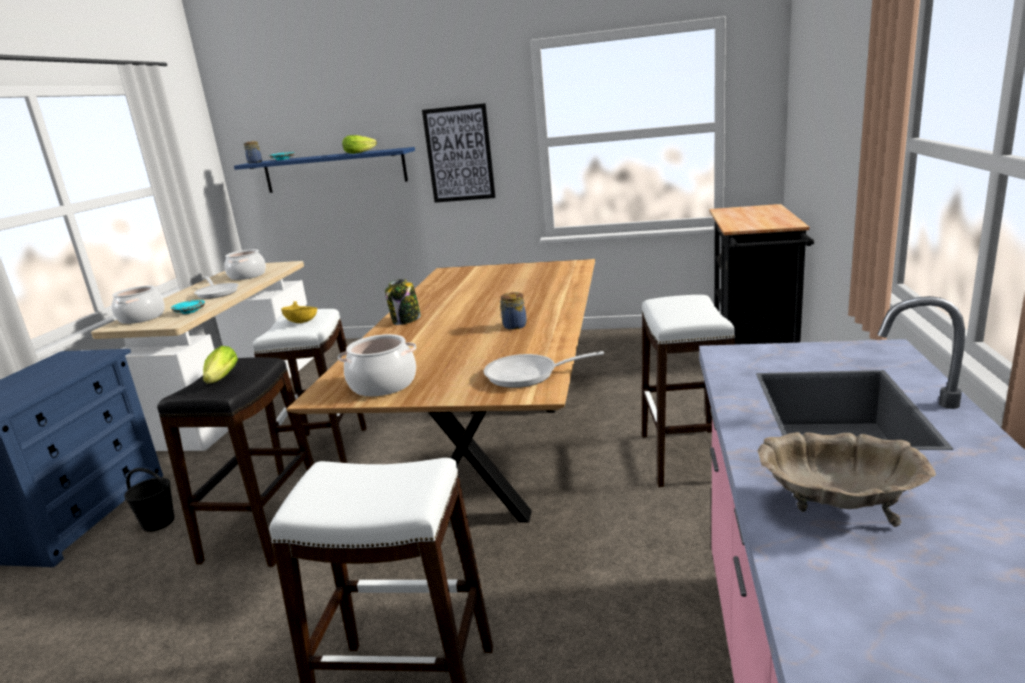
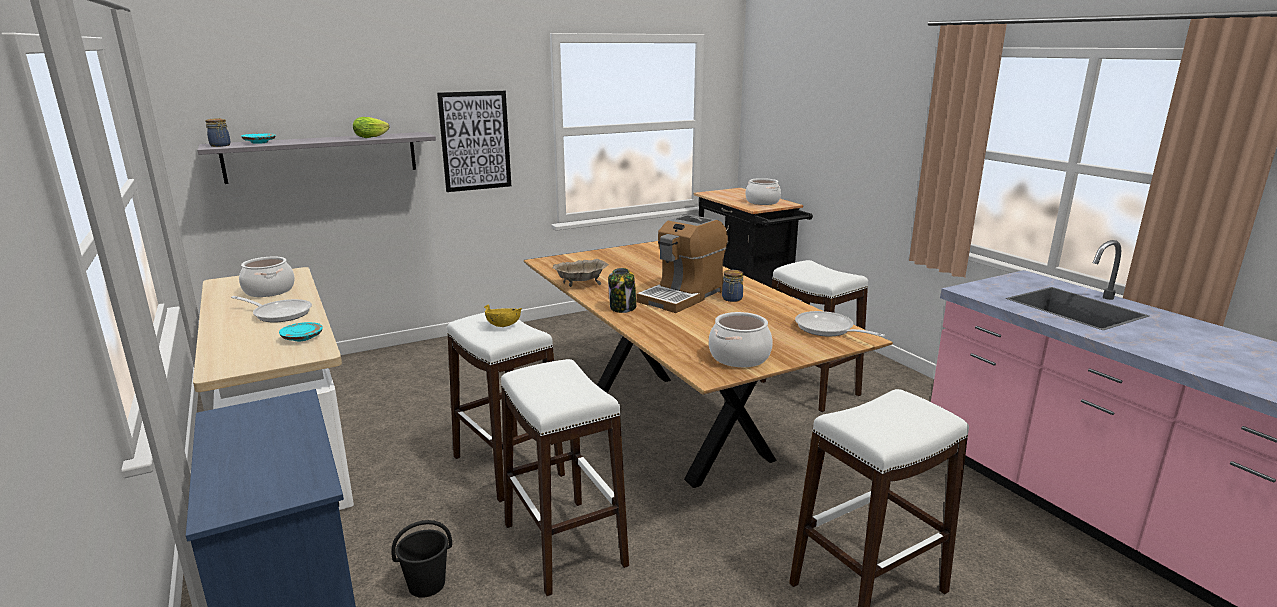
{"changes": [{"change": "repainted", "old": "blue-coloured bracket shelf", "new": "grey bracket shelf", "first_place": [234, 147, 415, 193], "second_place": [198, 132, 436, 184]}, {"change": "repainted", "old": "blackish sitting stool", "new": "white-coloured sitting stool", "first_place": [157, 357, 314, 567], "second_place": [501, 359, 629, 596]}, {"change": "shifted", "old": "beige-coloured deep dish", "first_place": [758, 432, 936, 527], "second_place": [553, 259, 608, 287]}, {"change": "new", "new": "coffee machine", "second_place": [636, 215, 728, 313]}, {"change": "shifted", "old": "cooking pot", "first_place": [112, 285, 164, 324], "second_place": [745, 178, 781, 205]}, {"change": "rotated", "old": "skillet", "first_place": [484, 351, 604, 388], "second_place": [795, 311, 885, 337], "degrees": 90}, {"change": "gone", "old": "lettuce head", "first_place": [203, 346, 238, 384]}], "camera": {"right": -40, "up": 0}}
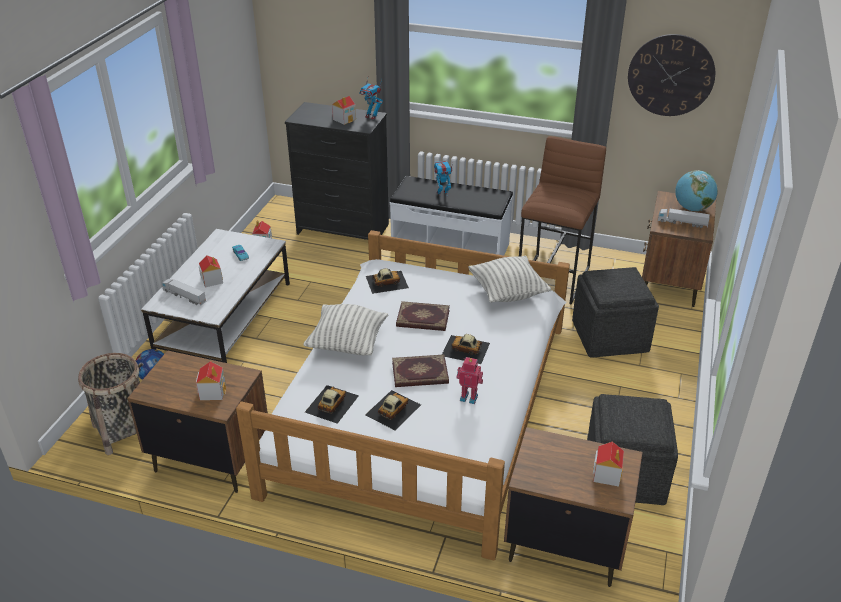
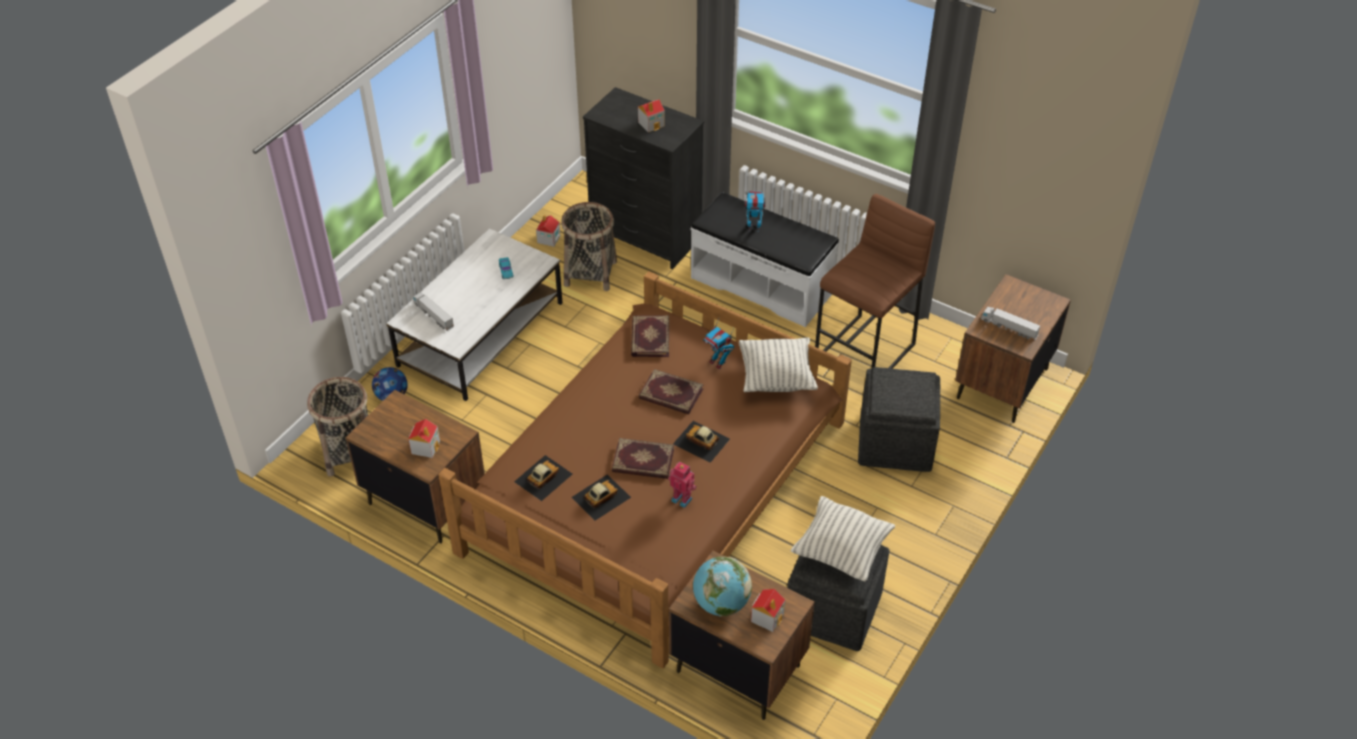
{"changes": [{"change": "repainted", "old": "white-coloured bedroom bed", "new": "brown bedroom bed", "first_place": [236, 230, 570, 561], "second_place": [438, 271, 852, 668]}, {"change": "new", "new": "storage basket", "second_place": [561, 202, 617, 291]}, {"change": "swapped", "old": "model car", "new": "bound book", "first_place": [366, 268, 409, 294], "second_place": [631, 315, 669, 357]}, {"change": "shifted", "old": "globe", "first_place": [675, 170, 718, 211], "second_place": [693, 556, 752, 617]}, {"change": "shifted", "old": "robot figure", "first_place": [359, 79, 383, 120], "second_place": [703, 318, 734, 369]}, {"change": "shifted", "old": "pillow", "first_place": [303, 304, 388, 355], "second_place": [791, 496, 895, 582]}, {"change": "gone", "old": "miniature house", "first_place": [199, 255, 223, 287]}, {"change": "gone", "old": "clock on the wall", "first_place": [628, 34, 715, 116]}], "camera": {"right": 15, "up": 10}}
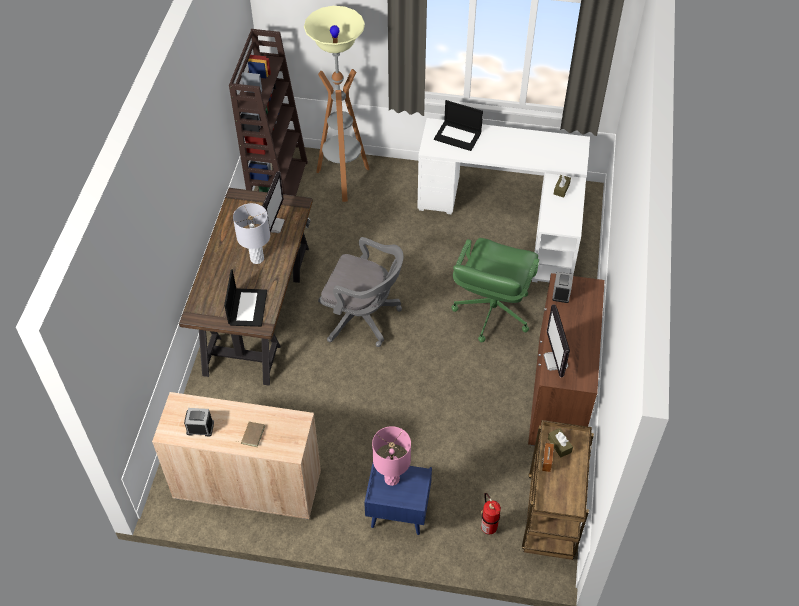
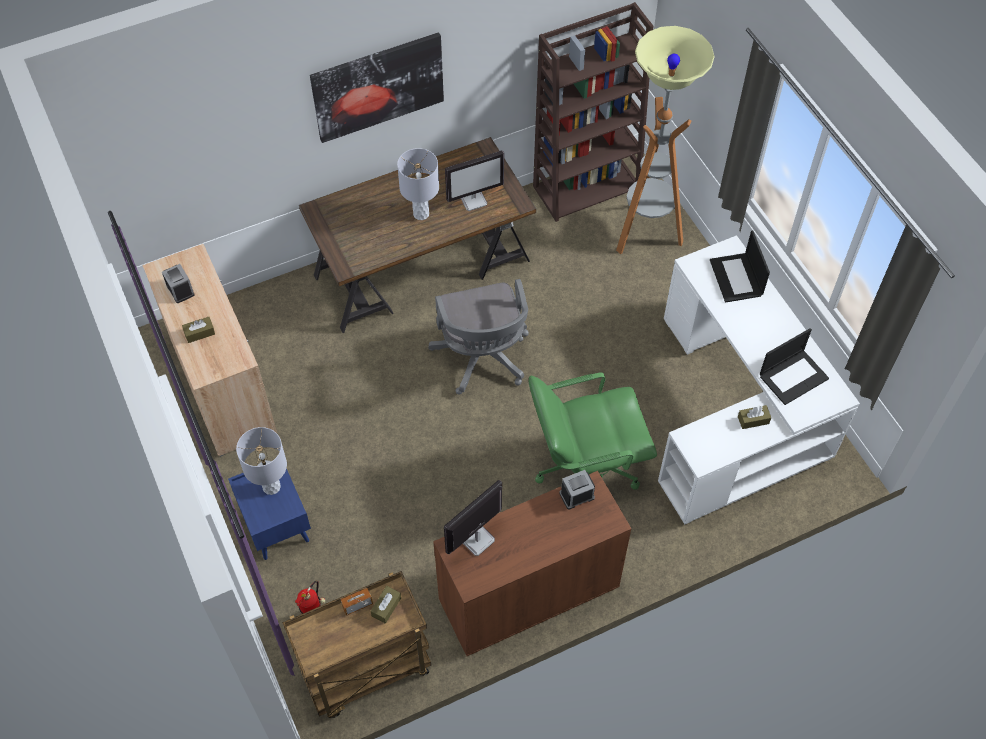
{"changes": [{"change": "swapped", "old": "brown bound book", "new": "brown tissue box", "first_place": [237, 422, 265, 447], "second_place": [182, 317, 215, 343]}, {"change": "repainted", "old": "pinkish lamp for a table", "new": "grey lamp for a table", "first_place": [372, 426, 411, 486], "second_place": [236, 427, 287, 495]}, {"change": "new", "new": "picture", "second_place": [310, 32, 444, 143]}, {"change": "shifted", "old": "laptop", "first_place": [224, 269, 267, 327], "second_place": [760, 328, 829, 405]}], "camera": {"right": 55, "up": 5}}
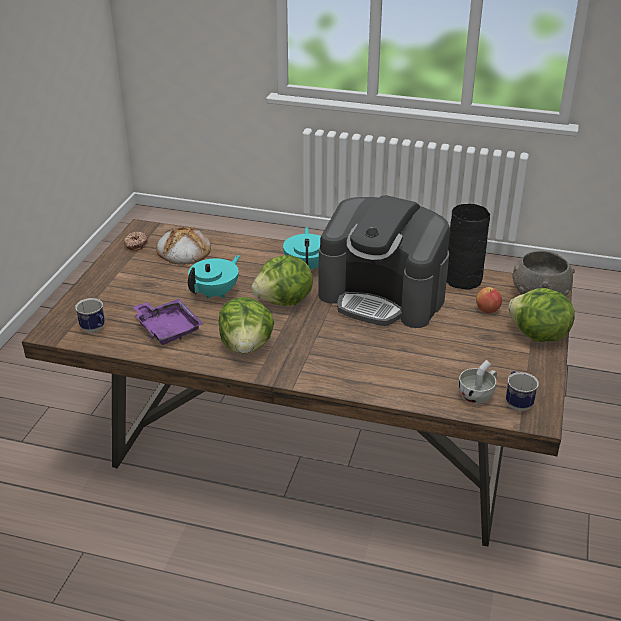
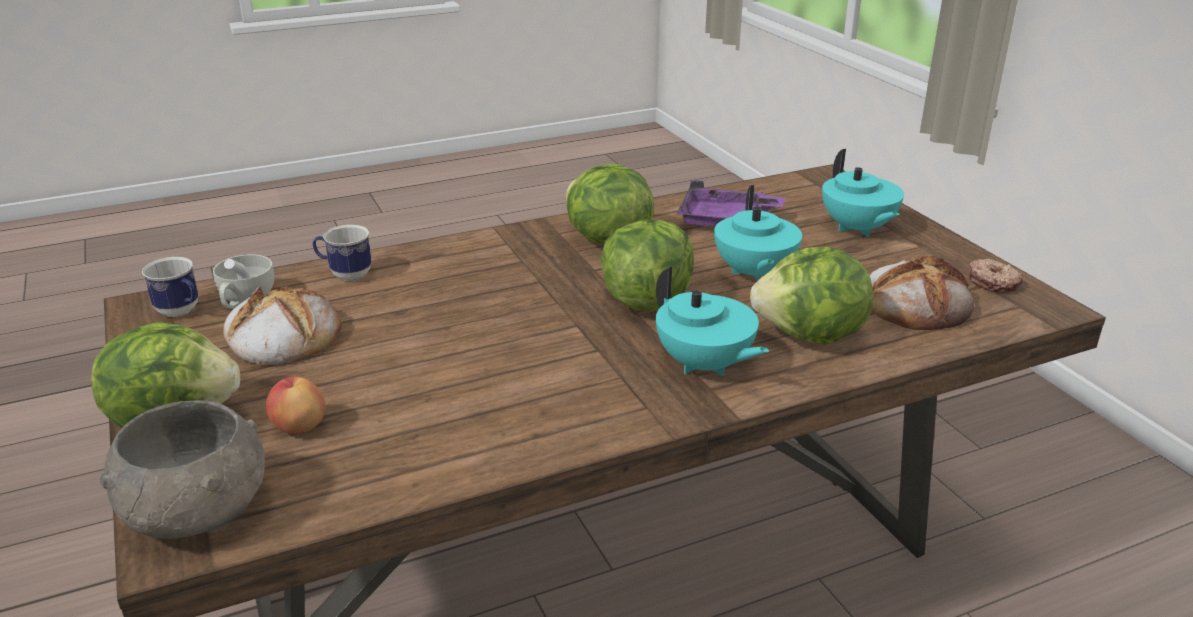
{"changes": [{"change": "new", "new": "bread", "second_place": [223, 286, 341, 365]}, {"change": "shifted", "old": "mug", "first_place": [75, 298, 105, 333], "second_place": [313, 225, 372, 281]}, {"change": "new", "new": "lettuce head", "second_place": [750, 247, 873, 344]}, {"change": "new", "new": "turquoise teapot", "second_place": [822, 149, 904, 237]}, {"change": "gone", "old": "coffee machine", "first_place": [318, 195, 450, 328]}, {"change": "gone", "old": "blackish decorative vase", "first_place": [447, 204, 490, 290]}], "camera": {"right": 140, "up": -5}}
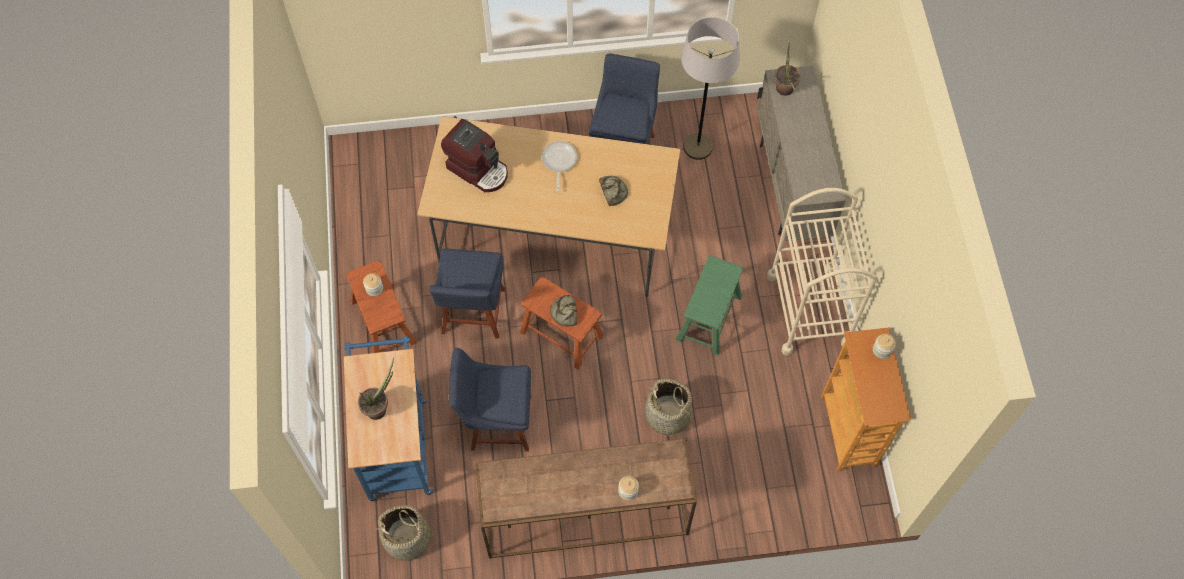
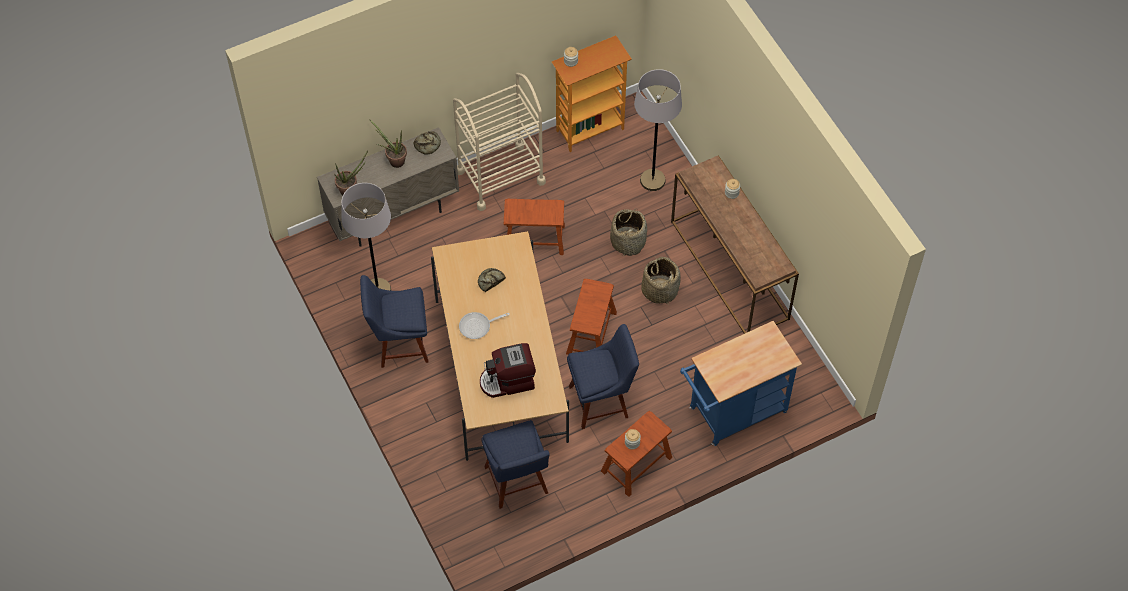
{"changes": [{"change": "shifted", "old": "plant in a pot", "first_place": [358, 358, 394, 420], "second_place": [369, 119, 407, 168]}, {"change": "shifted", "old": "bread", "first_place": [550, 295, 577, 326], "second_place": [413, 131, 441, 155]}, {"change": "rotated", "old": "coffee machine", "first_place": [441, 119, 508, 192], "second_place": [480, 343, 536, 398], "degrees": -120}, {"change": "shifted", "old": "blue-coloured upright chair", "first_place": [449, 348, 531, 452], "second_place": [481, 420, 550, 509]}, {"change": "repainted", "old": "green sitting stool", "new": "brown sitting stool", "first_place": [676, 256, 743, 355], "second_place": [504, 199, 565, 255]}, {"change": "new", "new": "grey floor lamp", "second_place": [634, 69, 682, 191]}, {"change": "shifted", "old": "storage basket", "first_place": [375, 505, 440, 561], "second_place": [641, 257, 681, 305]}], "camera": {"right": -110, "up": -5}}
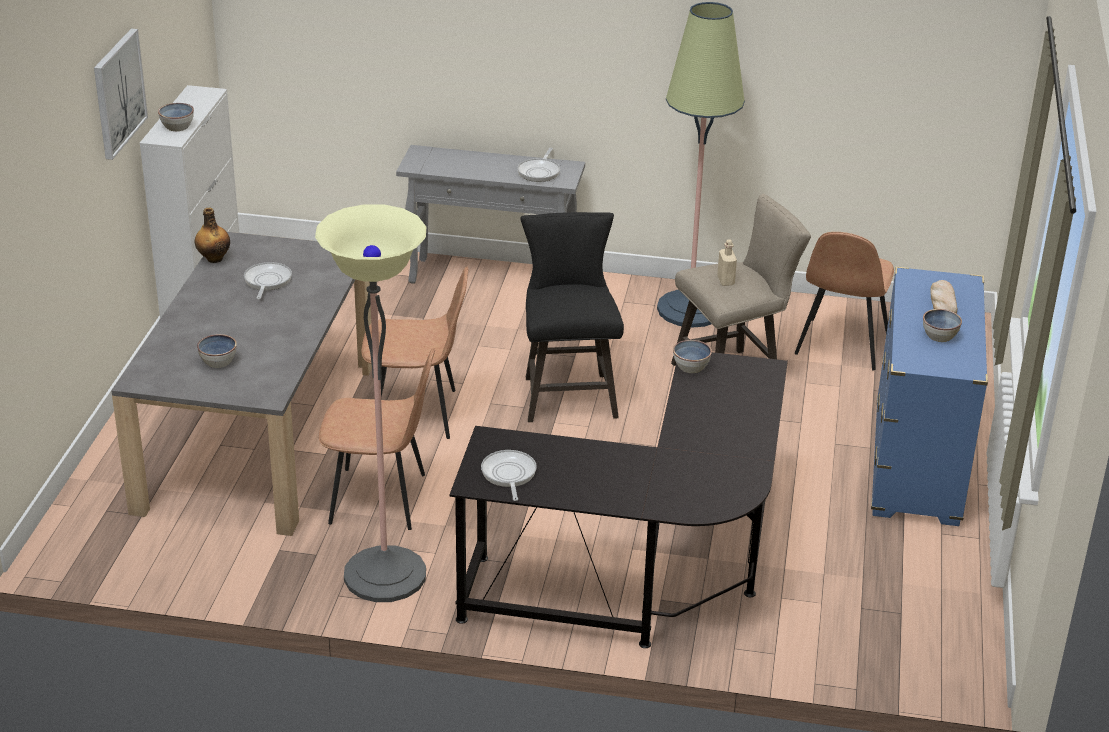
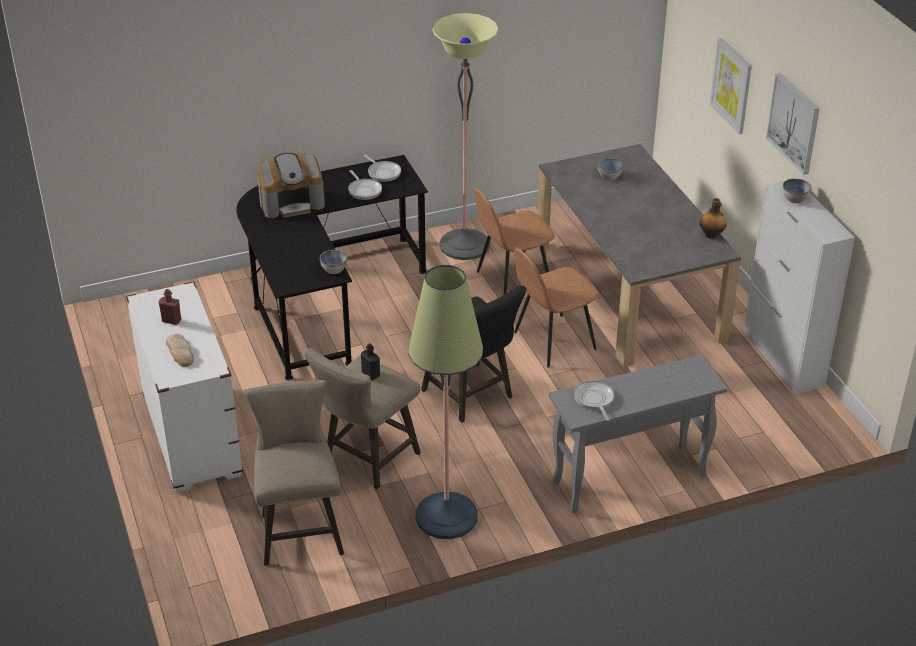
{"changes": [{"change": "repainted", "old": "blue-coloured drawer chest", "new": "white-coloured drawer chest", "first_place": [871, 267, 988, 526], "second_place": [126, 281, 243, 493]}, {"change": "swapped", "old": "deep dish", "new": "red-coloured bottle", "first_place": [923, 309, 962, 342], "second_place": [159, 289, 181, 325]}, {"change": "swapped", "old": "brown upright chair", "new": "beige-coloured sitting stool", "first_place": [795, 232, 894, 371], "second_place": [243, 380, 344, 566]}, {"change": "new", "new": "coffee machine", "second_place": [257, 153, 325, 218]}, {"change": "shifted", "old": "skillet", "first_place": [244, 262, 292, 299], "second_place": [348, 170, 382, 200]}, {"change": "repainted", "old": "beige-coloured bottle", "new": "blackish bottle", "first_place": [717, 239, 737, 286], "second_place": [361, 343, 380, 380]}, {"change": "new", "new": "picture", "second_place": [710, 38, 752, 135]}], "camera": {"right": 150, "up": 5}}
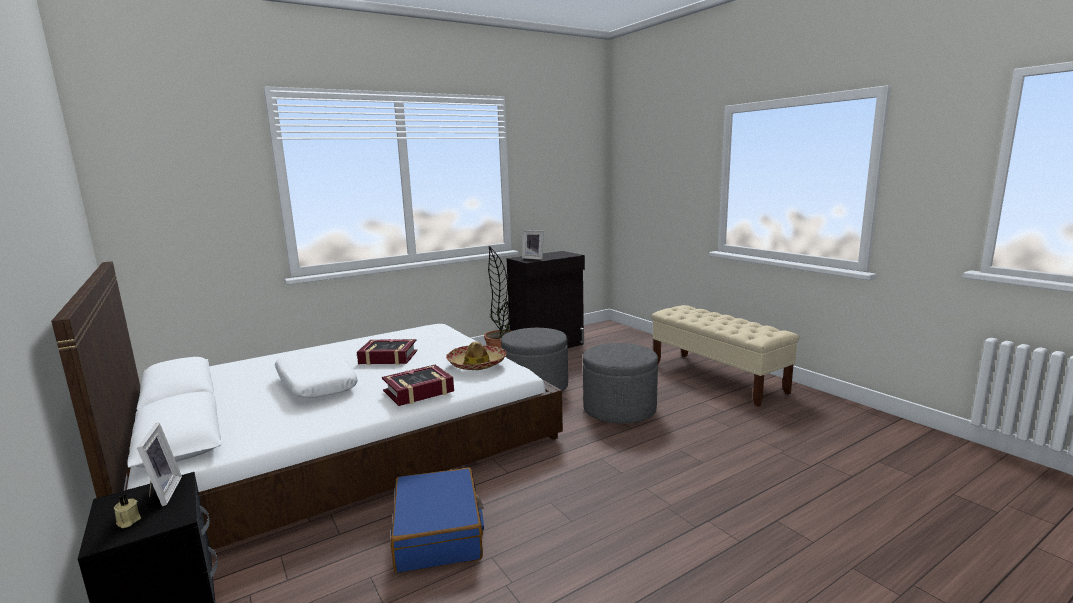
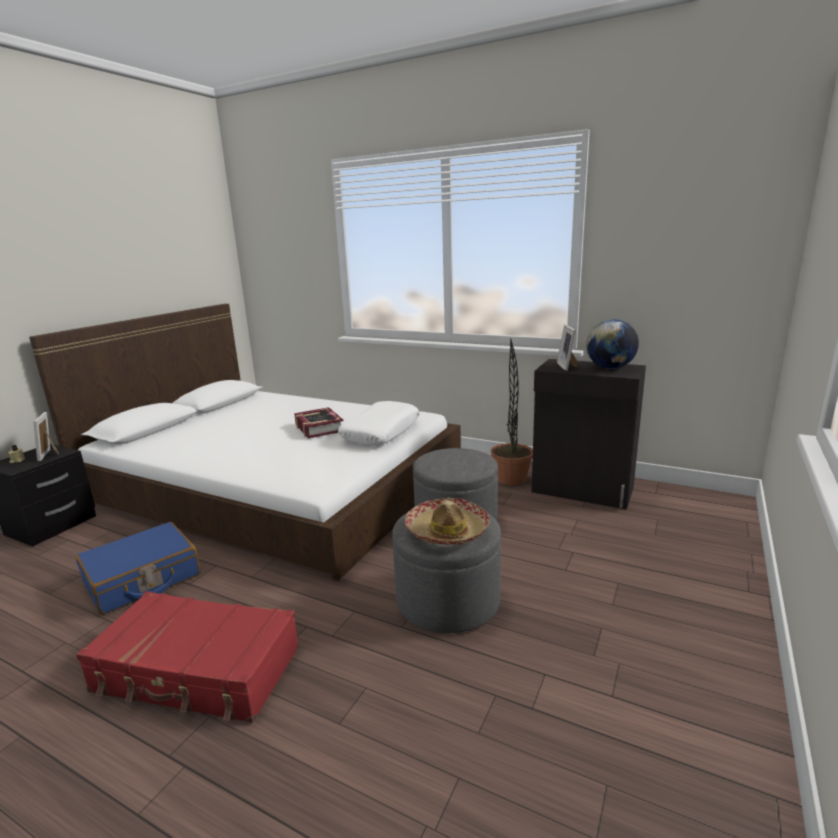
{"changes": [{"change": "rotated", "old": "picture frame", "first_place": [137, 423, 182, 506], "second_place": [33, 412, 59, 461], "degrees": 120}, {"change": "new", "new": "red-coloured piece of luggage", "second_place": [76, 591, 299, 723]}, {"change": "shifted", "old": "white-coloured pillow", "first_place": [275, 350, 358, 398], "second_place": [338, 401, 420, 445]}, {"change": "shifted", "old": "wearable hat", "first_place": [446, 341, 507, 370], "second_place": [405, 498, 490, 545]}, {"change": "new", "new": "globe", "second_place": [586, 319, 639, 369]}, {"change": "gone", "old": "bound book", "first_place": [382, 365, 454, 406]}, {"change": "gone", "old": "beige-coloured long seat", "first_place": [651, 305, 799, 407]}], "camera": {"right": 60, "up": 5}}
